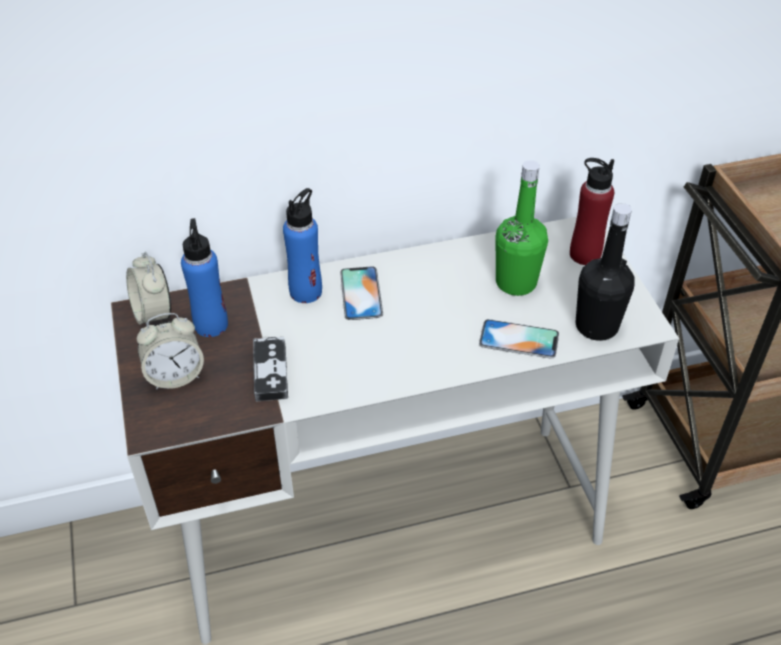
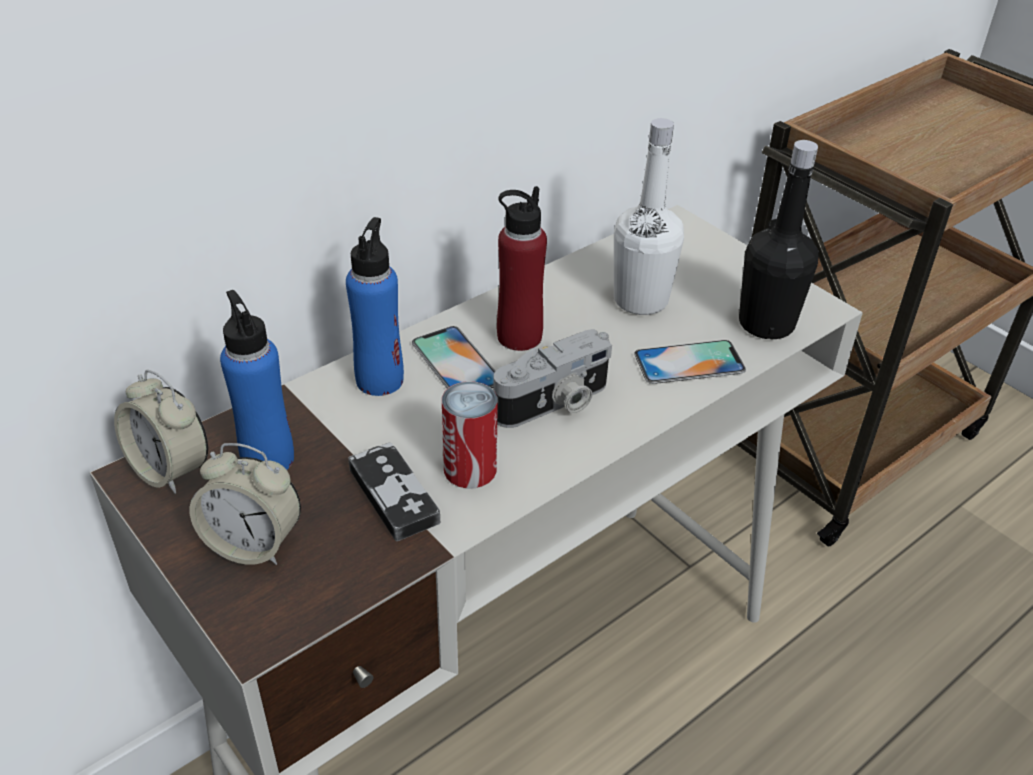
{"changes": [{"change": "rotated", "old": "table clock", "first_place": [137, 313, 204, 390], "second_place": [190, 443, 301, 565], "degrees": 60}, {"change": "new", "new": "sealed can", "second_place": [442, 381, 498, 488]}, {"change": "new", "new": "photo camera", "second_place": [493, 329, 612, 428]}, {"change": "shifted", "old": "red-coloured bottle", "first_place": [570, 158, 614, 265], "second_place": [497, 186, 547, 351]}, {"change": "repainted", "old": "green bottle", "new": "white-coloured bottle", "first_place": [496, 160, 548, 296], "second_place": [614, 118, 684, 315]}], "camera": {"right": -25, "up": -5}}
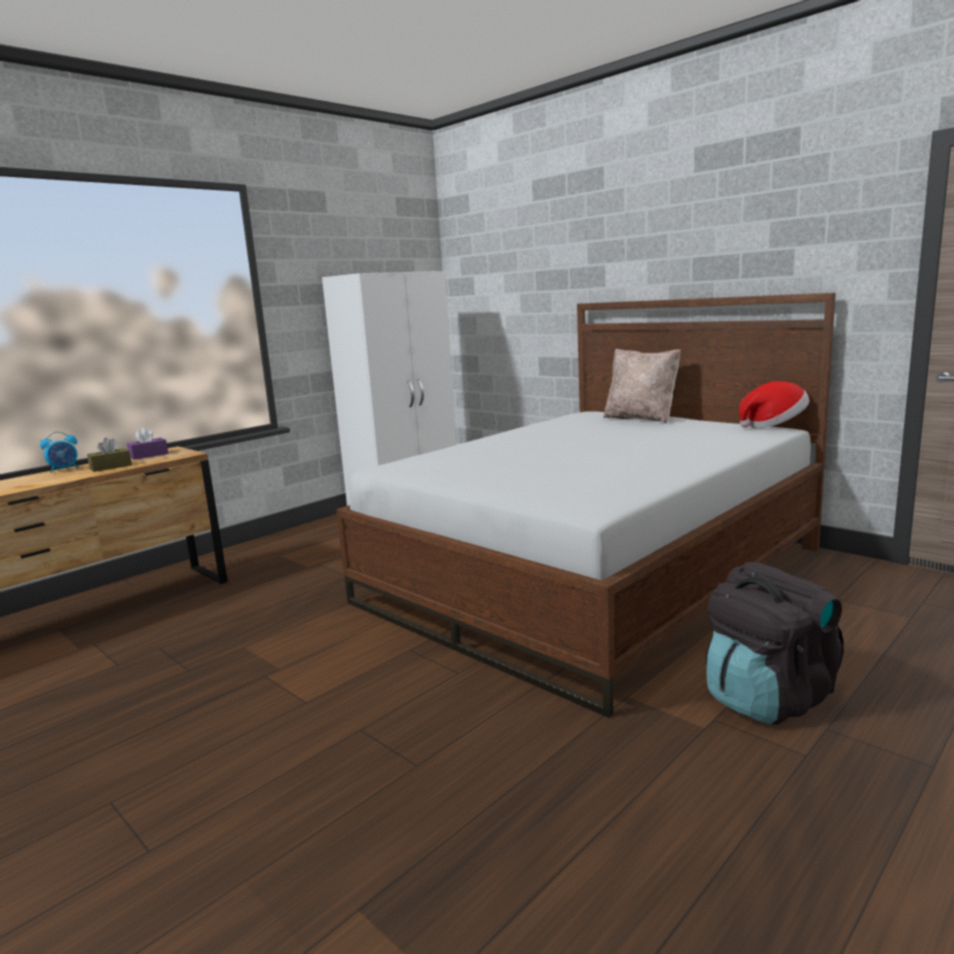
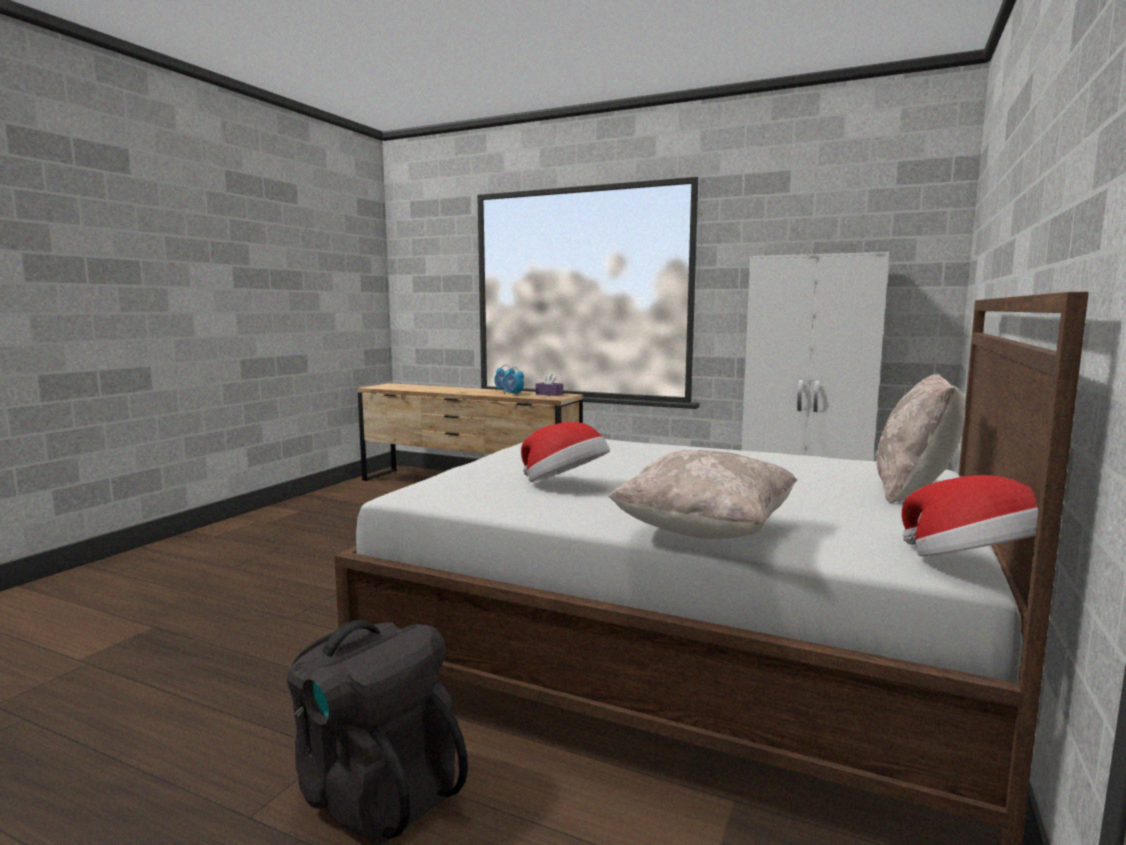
{"changes": [{"change": "swapped", "old": "brown tissue box", "new": "table clock", "first_place": [87, 438, 132, 472], "second_place": [502, 367, 524, 395]}, {"change": "new", "new": "wearable hat", "second_place": [521, 422, 610, 482]}, {"change": "new", "new": "beige-coloured pillow", "second_place": [609, 450, 798, 539]}], "camera": {"right": 70, "up": -5}}
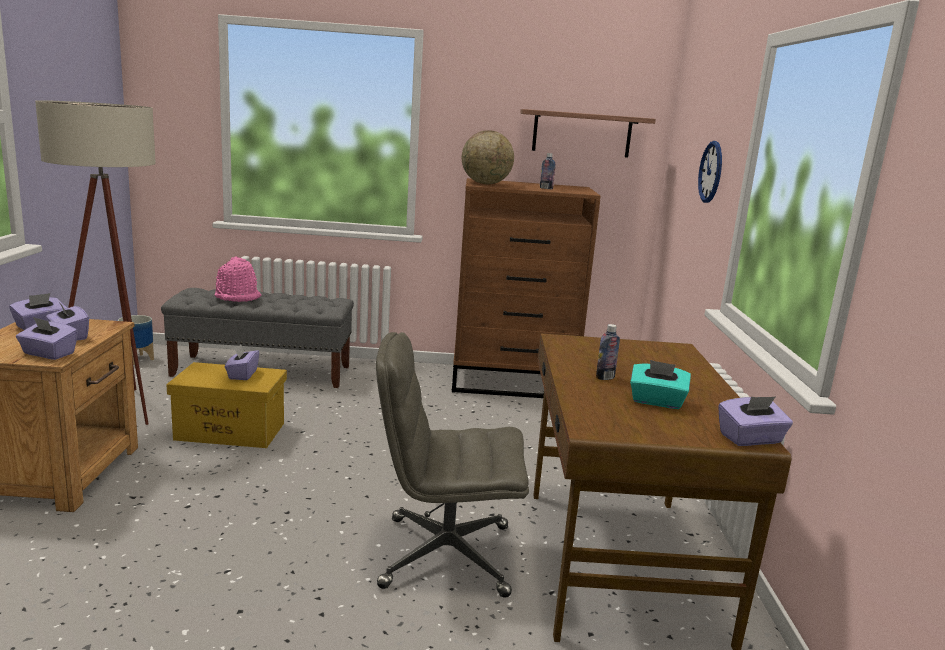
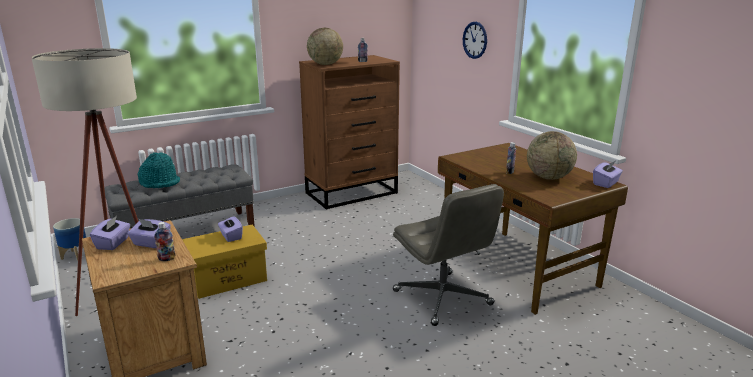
{"changes": [{"change": "repainted", "old": "pinkish wearable hat", "new": "turquoise wearable hat", "first_place": [215, 256, 261, 302], "second_place": [137, 152, 180, 188]}, {"change": "swapped", "old": "purple tissue box", "new": "bottle", "first_place": [16, 317, 78, 360], "second_place": [154, 222, 175, 261]}, {"change": "rotated", "old": "grey desk chair", "first_place": [376, 332, 529, 598], "second_place": [393, 184, 504, 326], "degrees": -90}, {"change": "swapped", "old": "turquoise tissue box", "new": "globe", "first_place": [630, 360, 691, 409], "second_place": [527, 131, 577, 180]}, {"change": "gone", "old": "bracket shelf", "first_place": [520, 109, 656, 158]}], "camera": {"right": -30, "up": 5}}
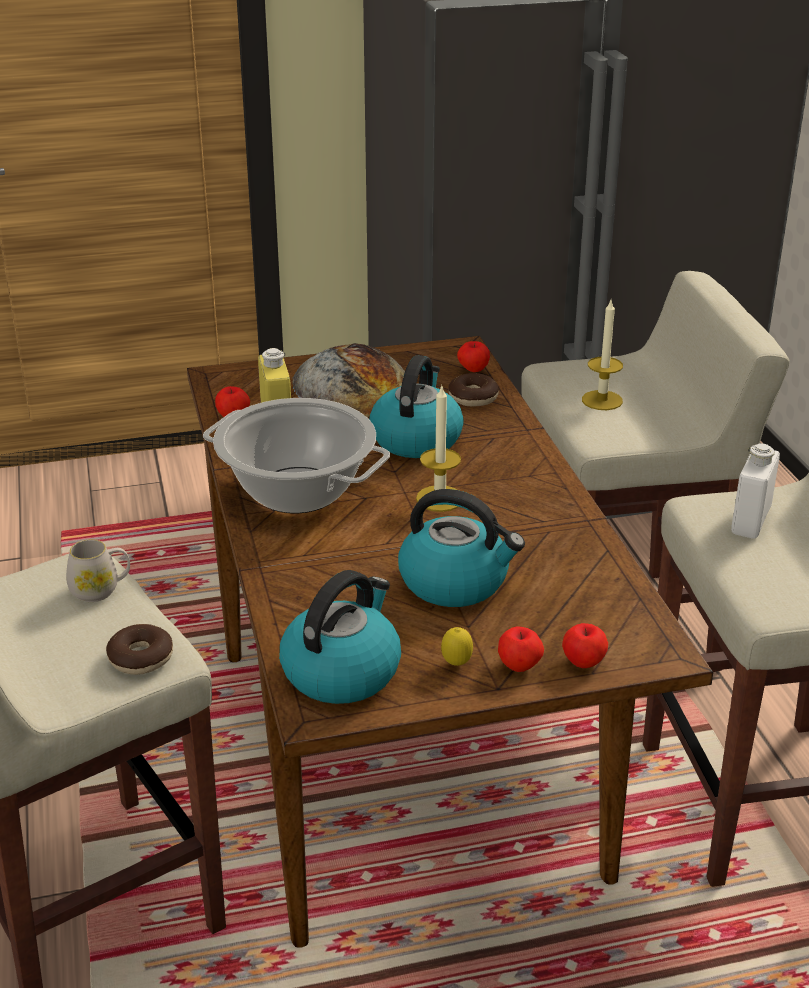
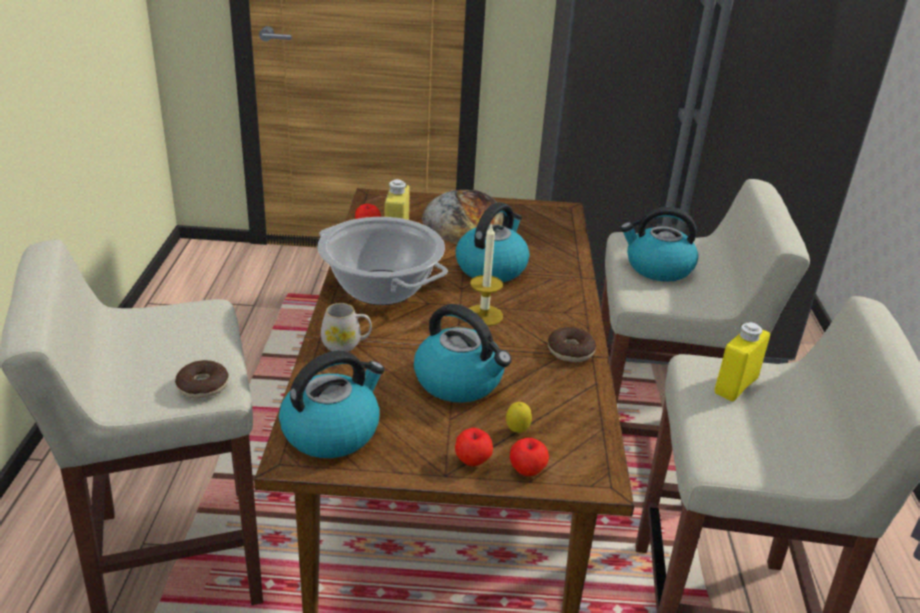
{"changes": [{"change": "shifted", "old": "white-coloured mug", "first_place": [66, 539, 130, 602], "second_place": [321, 303, 372, 352]}, {"change": "shifted", "old": "citrus fruit", "first_place": [441, 627, 473, 666], "second_place": [506, 402, 532, 433]}, {"change": "shifted", "old": "doughnut", "first_place": [448, 373, 499, 407], "second_place": [548, 327, 596, 362]}, {"change": "swapped", "old": "wax light", "new": "water kettle", "first_place": [582, 298, 623, 410], "second_place": [620, 207, 698, 282]}, {"change": "repainted", "old": "white-coloured bottle", "new": "yellow-coloured bottle", "first_place": [731, 443, 780, 539], "second_place": [715, 322, 770, 401]}, {"change": "gone", "old": "apple fruit", "first_place": [457, 341, 490, 372]}], "camera": {"right": 15, "up": 0}}
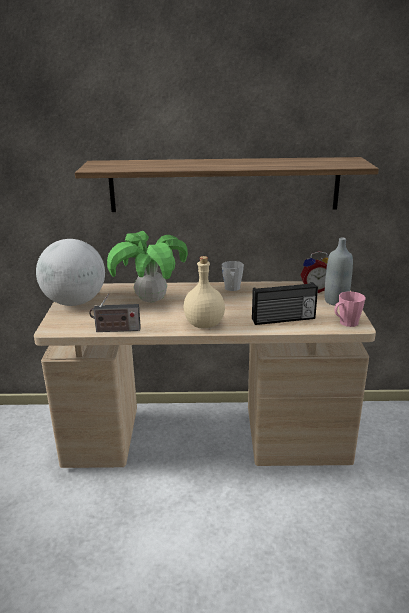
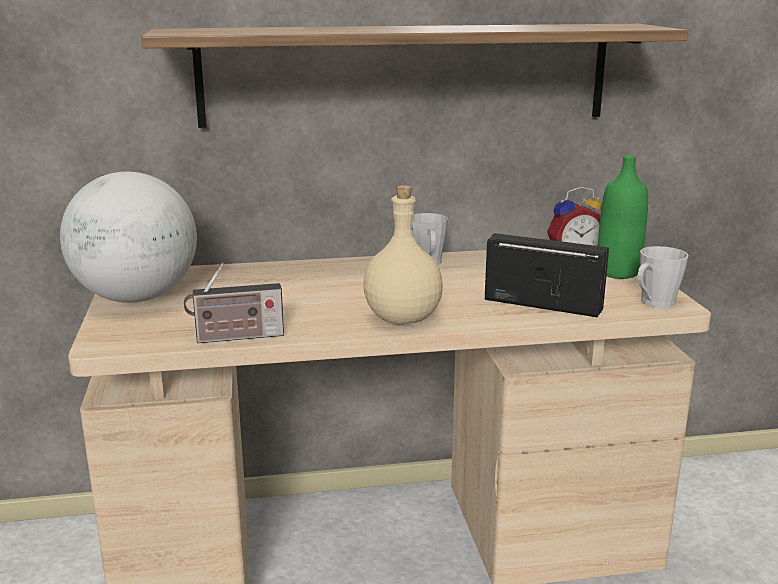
{"changes": [{"change": "rotated", "old": "radio", "first_place": [252, 282, 318, 325], "second_place": [485, 233, 609, 317], "degrees": -135}, {"change": "repainted", "old": "grey bottle", "new": "green bottle", "first_place": [324, 238, 353, 306], "second_place": [598, 156, 648, 279]}, {"change": "repainted", "old": "pinkish mug", "new": "grey mug", "first_place": [334, 291, 365, 327], "second_place": [637, 246, 689, 308]}, {"change": "gone", "old": "plant in a pot", "first_place": [107, 231, 188, 303]}], "camera": {"right": -10, "up": -5}}
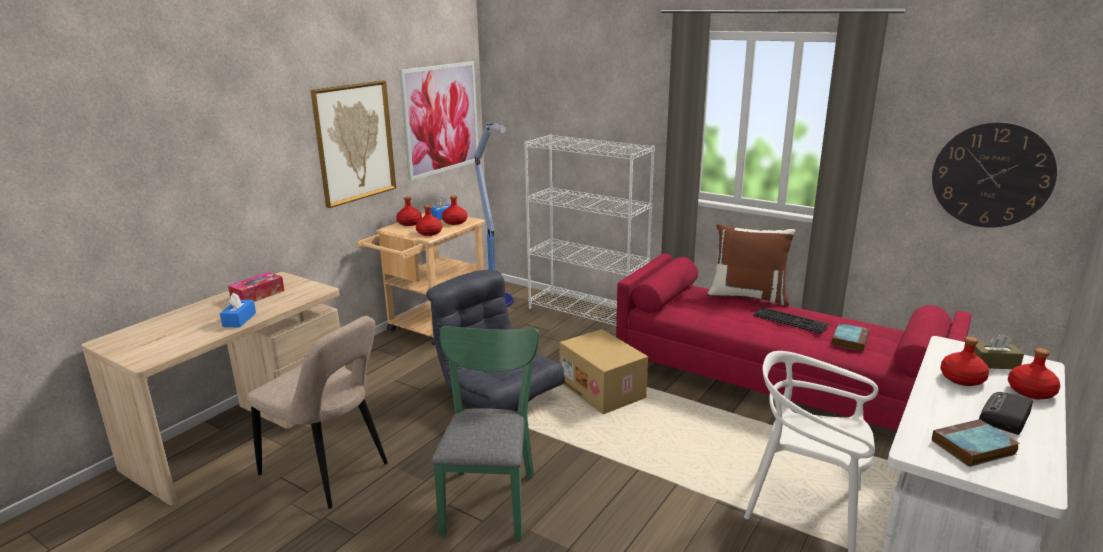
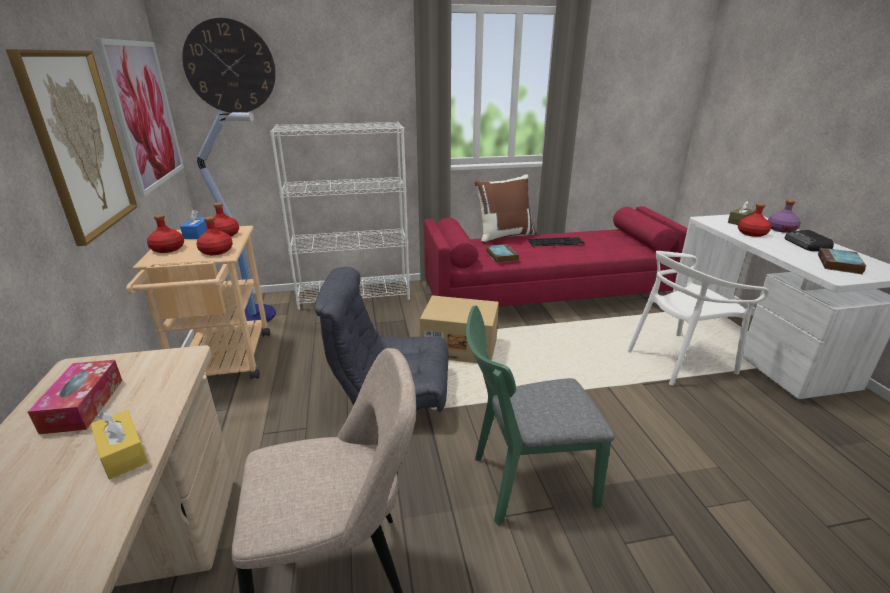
{"changes": [{"change": "repainted", "old": "blue-coloured tissue box", "new": "yellow-coloured tissue box", "first_place": [220, 293, 256, 328], "second_place": [91, 410, 148, 479]}, {"change": "shifted", "old": "clock on the wall", "first_place": [932, 122, 1057, 228], "second_place": [182, 18, 276, 113]}, {"change": "rotated", "old": "green upright chair", "first_place": [432, 326, 539, 540], "second_place": [466, 306, 615, 526], "degrees": -60}, {"change": "shifted", "old": "bound book", "first_place": [832, 323, 870, 352], "second_place": [486, 244, 519, 263]}, {"change": "repainted", "old": "red-coloured bottle", "new": "purple bottle", "first_place": [1008, 348, 1061, 399], "second_place": [768, 200, 801, 233]}], "camera": {"right": -45, "up": 5}}
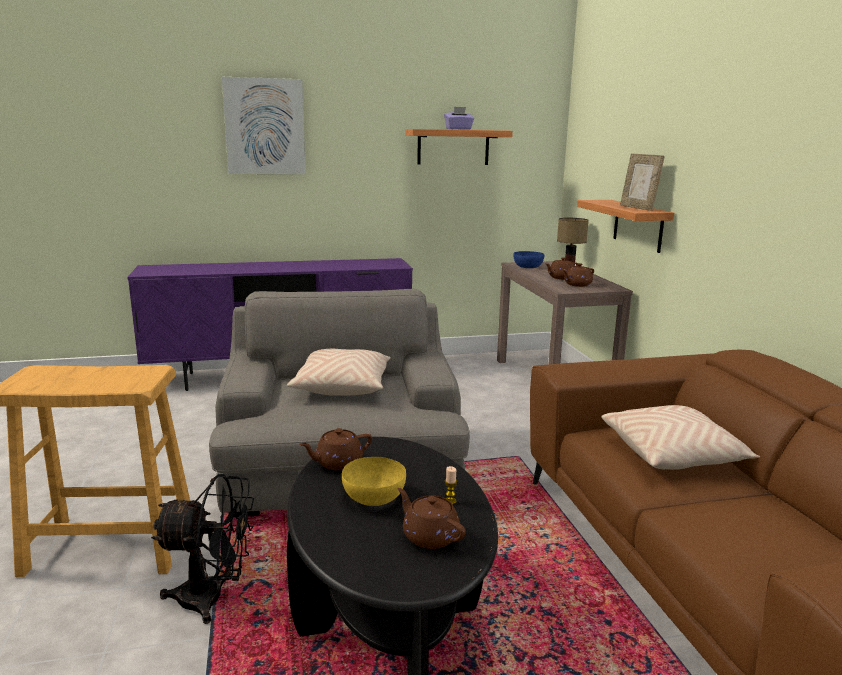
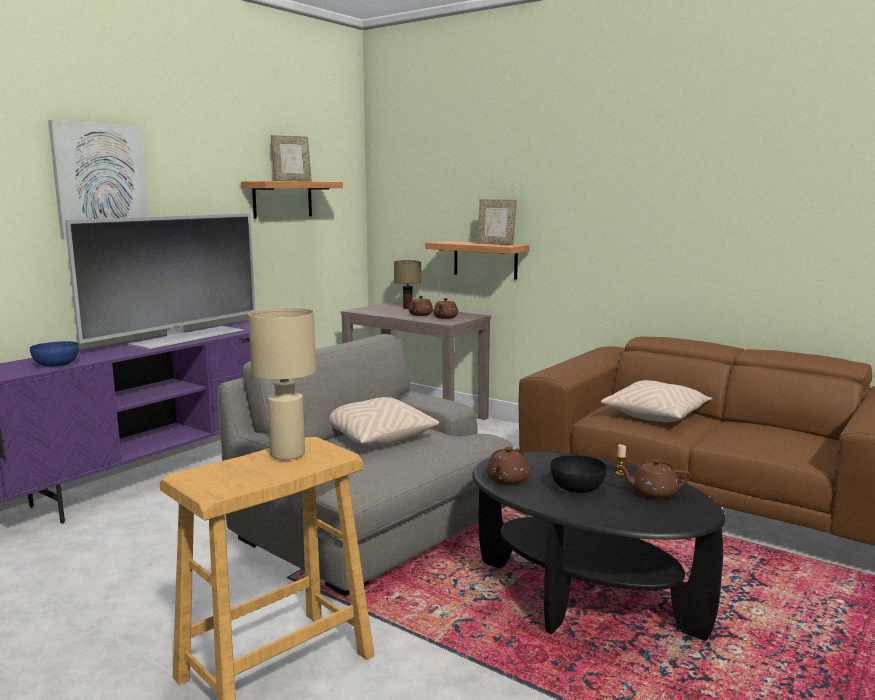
{"changes": [{"change": "shifted", "old": "blue-coloured deep dish", "first_place": [513, 251, 544, 268], "second_place": [30, 341, 79, 367]}, {"change": "new", "new": "TV set", "second_place": [65, 213, 255, 350]}, {"change": "new", "new": "beige-coloured lamp for a table", "second_place": [248, 307, 316, 460]}, {"change": "swapped", "old": "purple tissue box", "new": "picture frame", "first_place": [444, 106, 474, 130], "second_place": [271, 135, 312, 182]}, {"change": "repainted", "old": "yellow-coloured deep dish", "new": "blackish deep dish", "first_place": [342, 457, 406, 506], "second_place": [550, 455, 607, 493]}, {"change": "gone", "old": "blackish electric fan", "first_place": [151, 474, 254, 624]}], "camera": {"right": -40, "up": -5}}
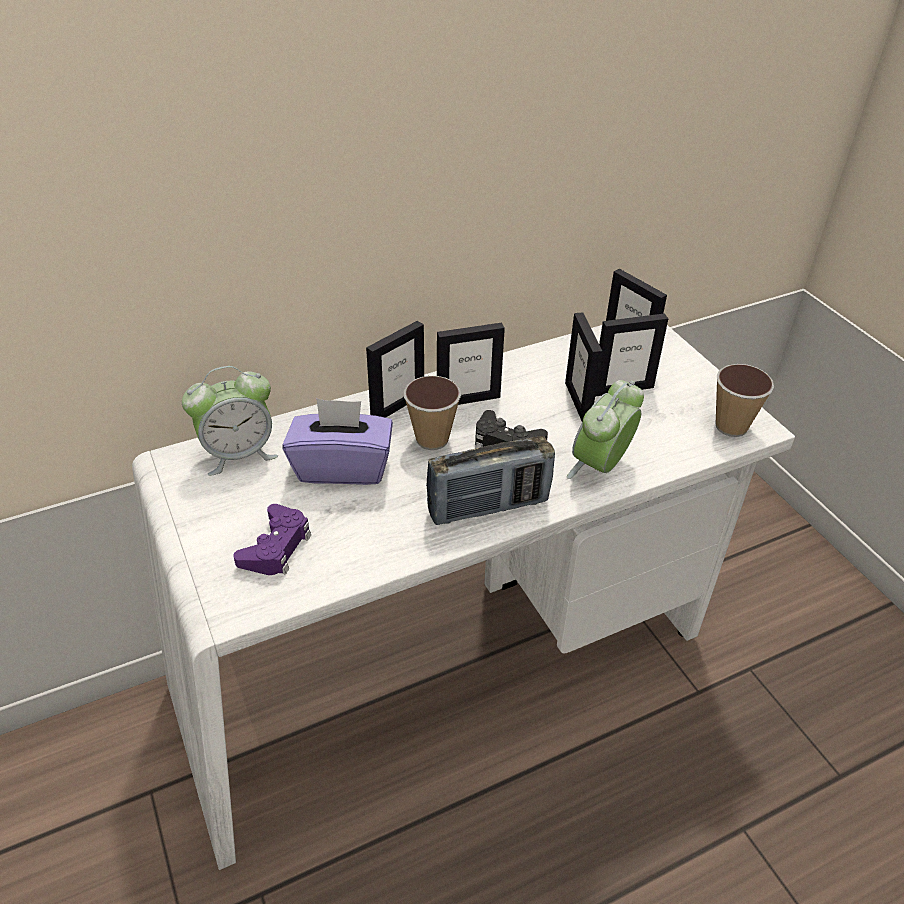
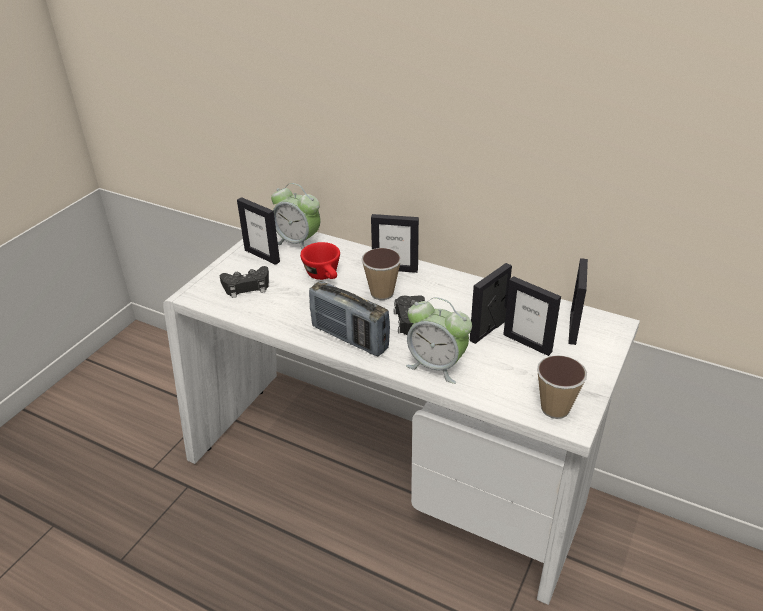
{"changes": [{"change": "repainted", "old": "purple joypad", "new": "blackish joypad", "first_place": [233, 504, 311, 575], "second_place": [220, 266, 269, 298]}, {"change": "shifted", "old": "picture frame", "first_place": [437, 323, 505, 405], "second_place": [237, 197, 280, 265]}, {"change": "swapped", "old": "purple tissue box", "new": "red-coloured drinking cup", "first_place": [283, 398, 393, 485], "second_place": [300, 242, 340, 280]}, {"change": "rotated", "old": "table clock", "first_place": [567, 380, 644, 479], "second_place": [406, 297, 472, 384], "degrees": -150}], "camera": {"right": 55, "up": -5}}
